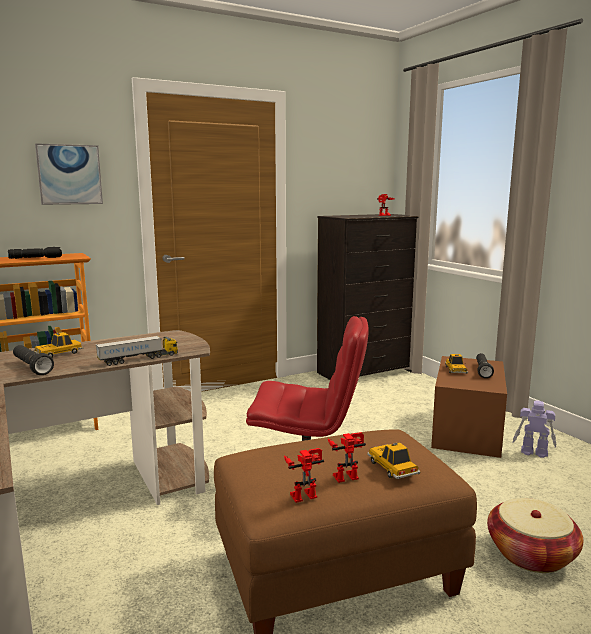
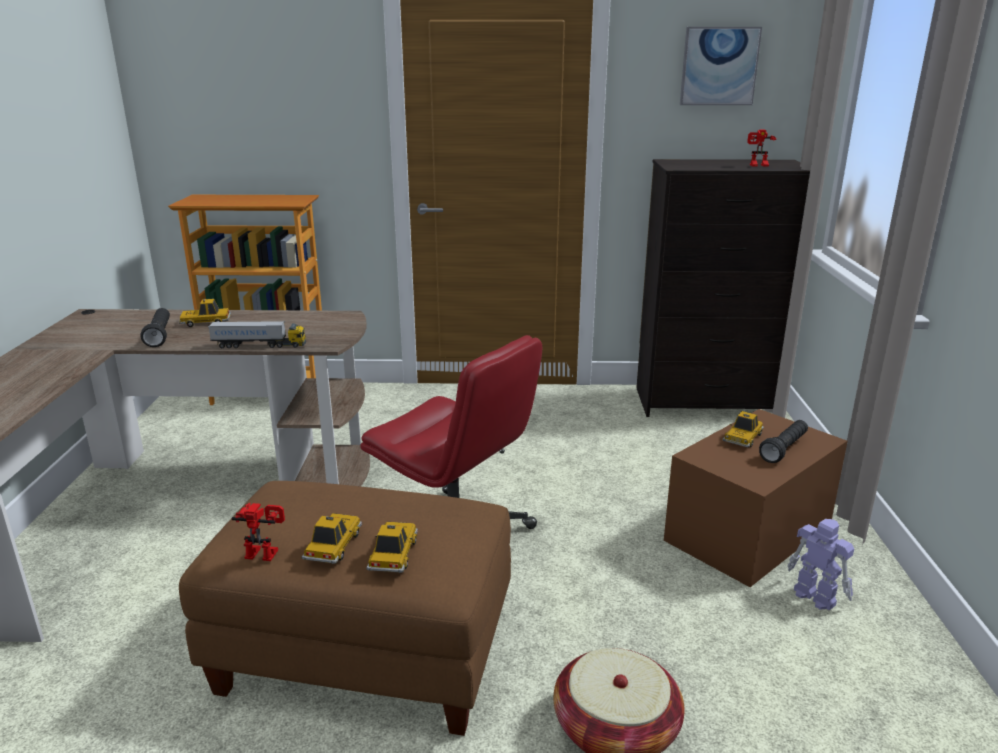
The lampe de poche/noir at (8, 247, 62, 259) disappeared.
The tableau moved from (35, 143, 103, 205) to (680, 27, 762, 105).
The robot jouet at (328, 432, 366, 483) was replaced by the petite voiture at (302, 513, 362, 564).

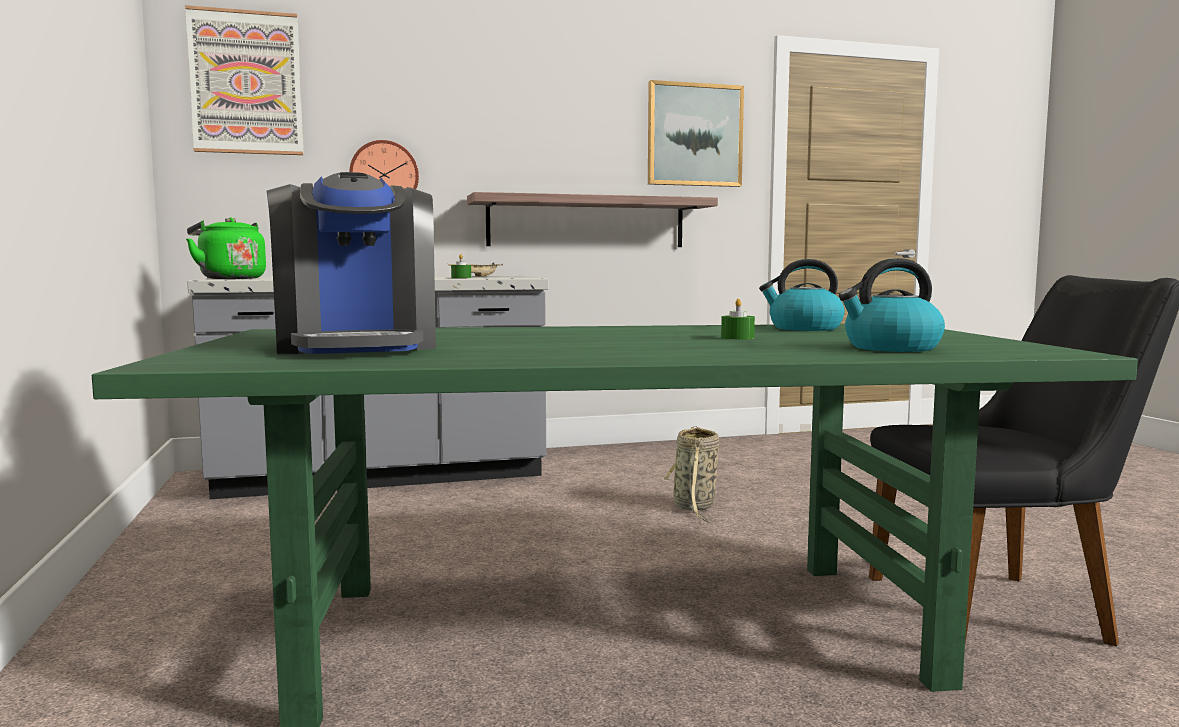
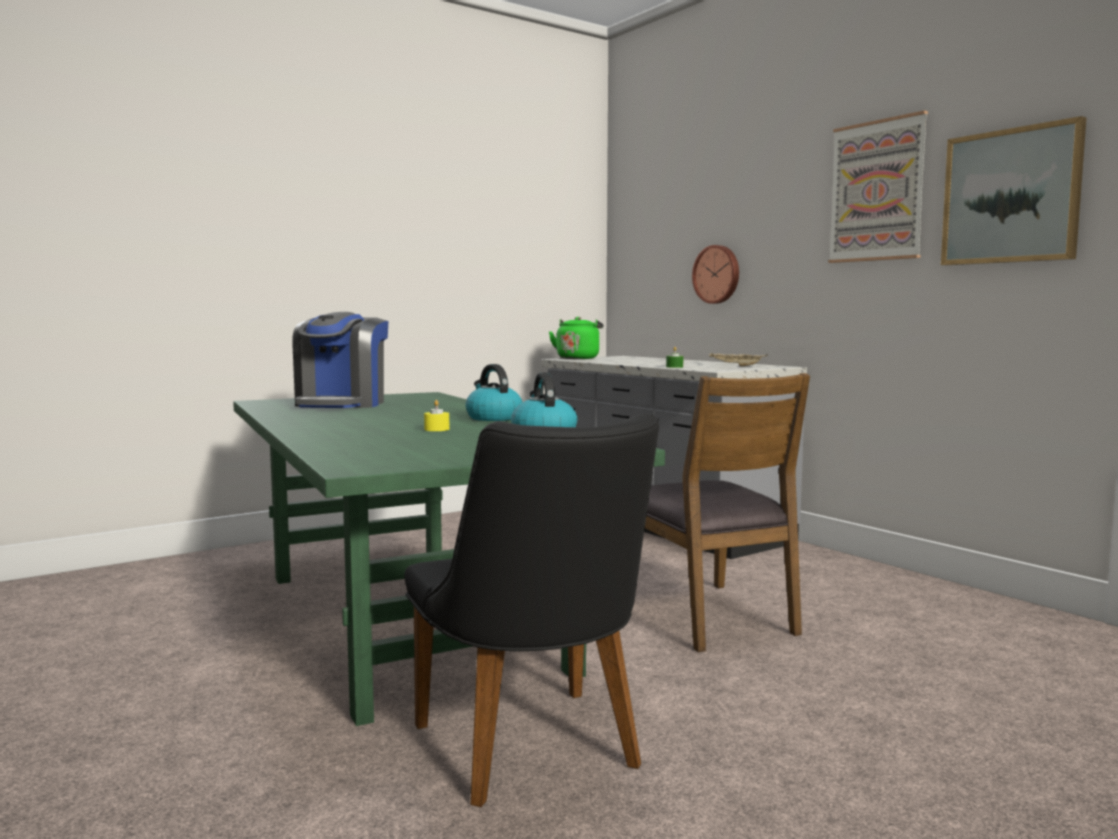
The tableau moved from (185, 5, 304, 155) to (828, 110, 928, 263).
The machine à café at (266, 172, 436, 354) turned 45 degrees counterclockwise.
The étagère at (467, 192, 718, 247) disappeared.
The panier at (662, 426, 719, 522) was replaced by the chaise/marron at (645, 373, 810, 652).
The bougie/vert at (721, 299, 755, 340) became the bougie/jaune at (424, 400, 449, 431).
The bouilloire moved from (839, 258, 945, 352) to (466, 364, 522, 421).

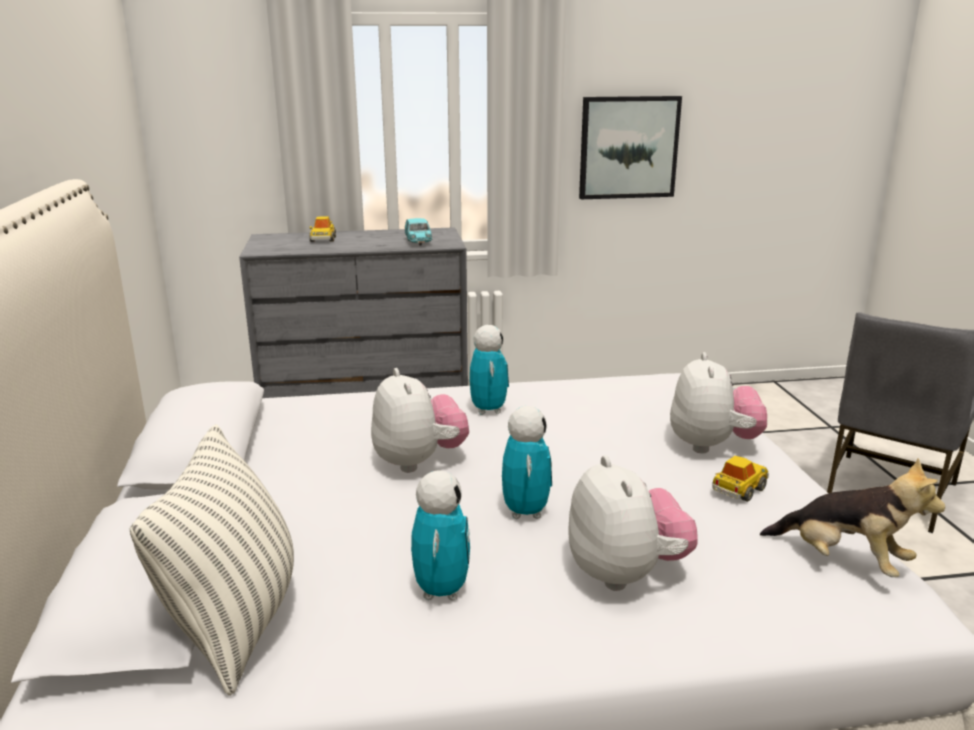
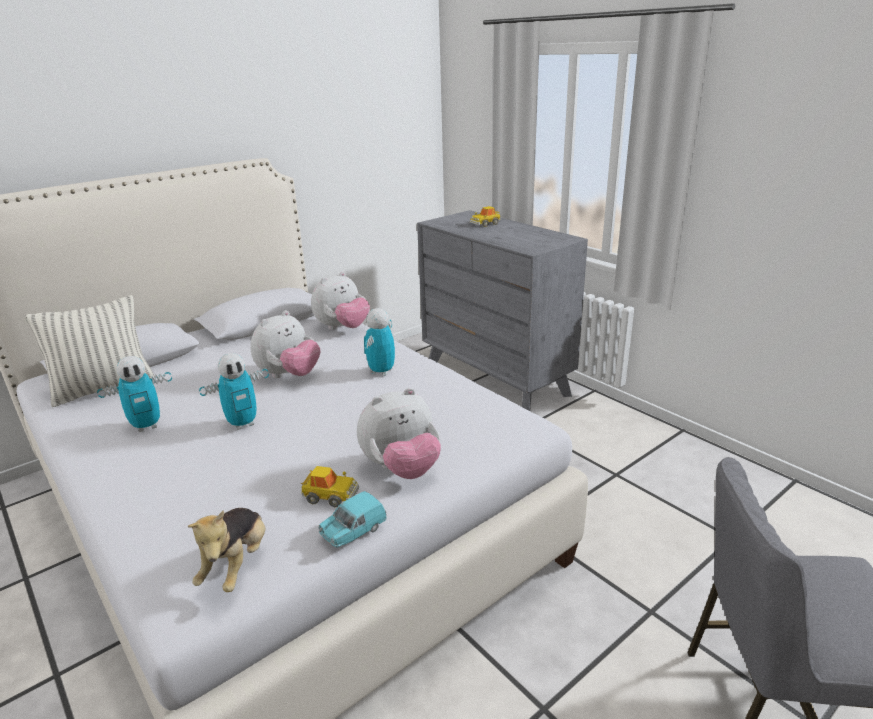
The petite voiture/turquoise moved from (405, 218, 432, 246) to (318, 491, 387, 548).
The robot jouet at (470, 325, 509, 415) turned 150 degrees clockwise.
The peluche moved from (569, 455, 698, 591) to (311, 272, 370, 330).
The tableau at (579, 96, 682, 199) disappeared.

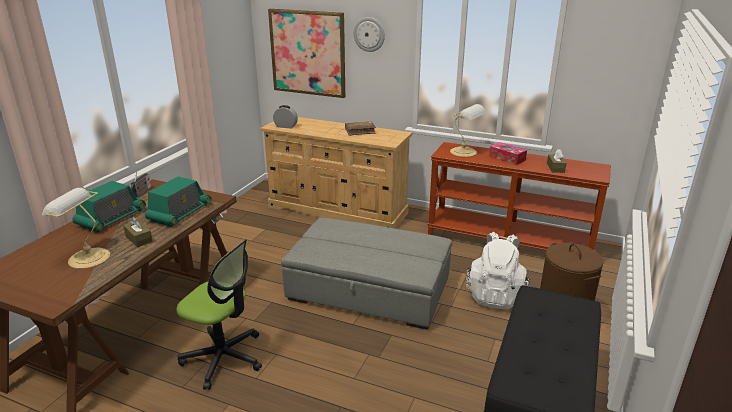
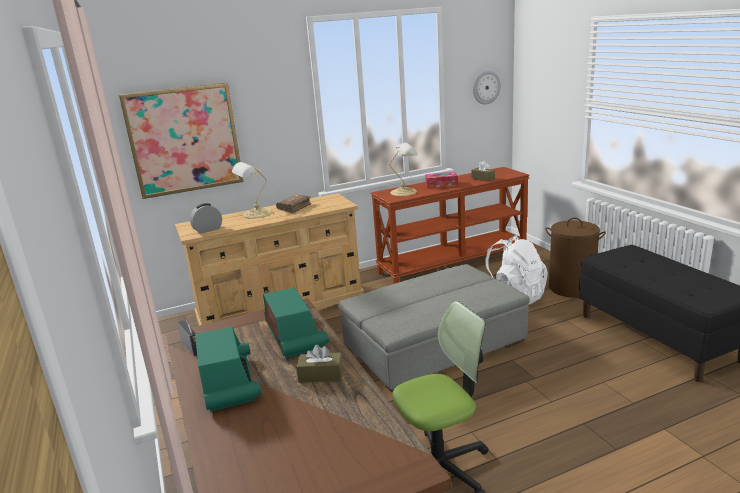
The lampe de table moved from (42, 188, 110, 269) to (232, 162, 273, 219).
The horloge murale moved from (354, 17, 385, 52) to (473, 71, 501, 104).

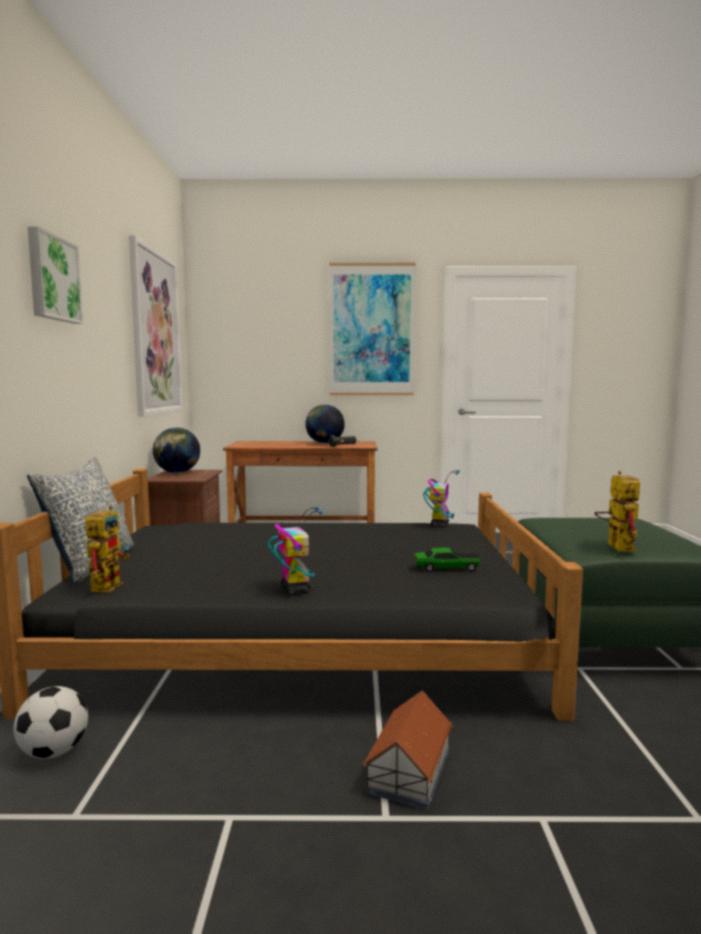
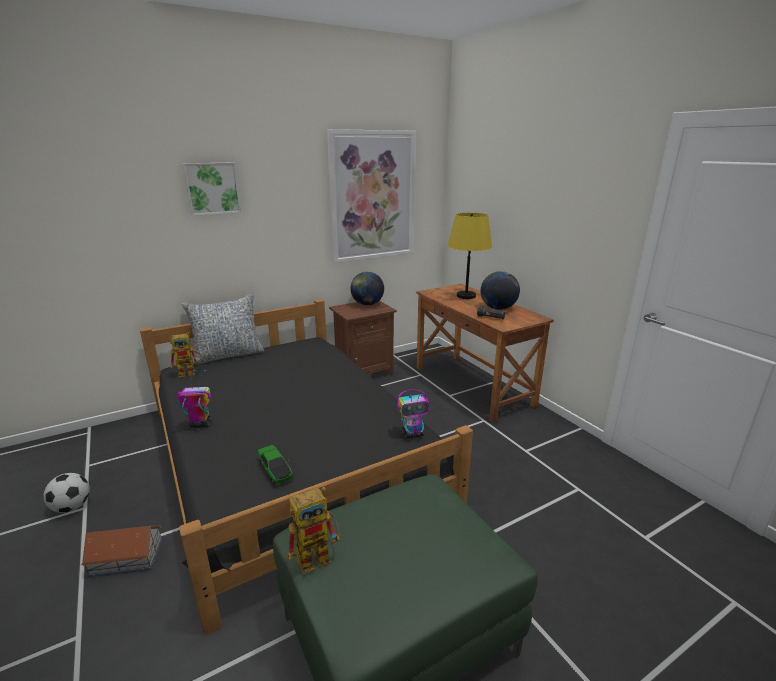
The ballon de foot moved from (13, 686, 88, 759) to (43, 473, 90, 513).
The robot jouet at (268, 507, 323, 594) turned 135 degrees counterclockwise.
The tableau at (329, 263, 416, 395) disappeared.
The lampe de table/jaune at (448, 213, 492, 299) appeared.

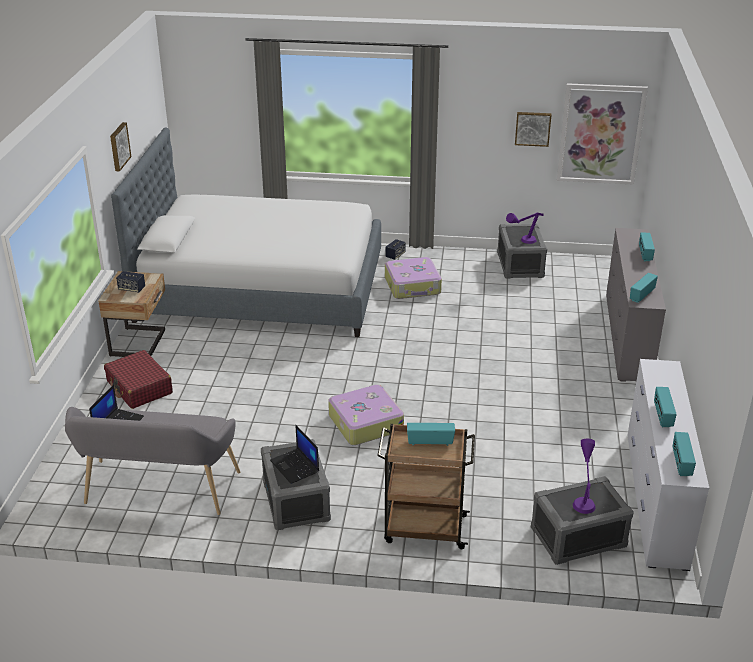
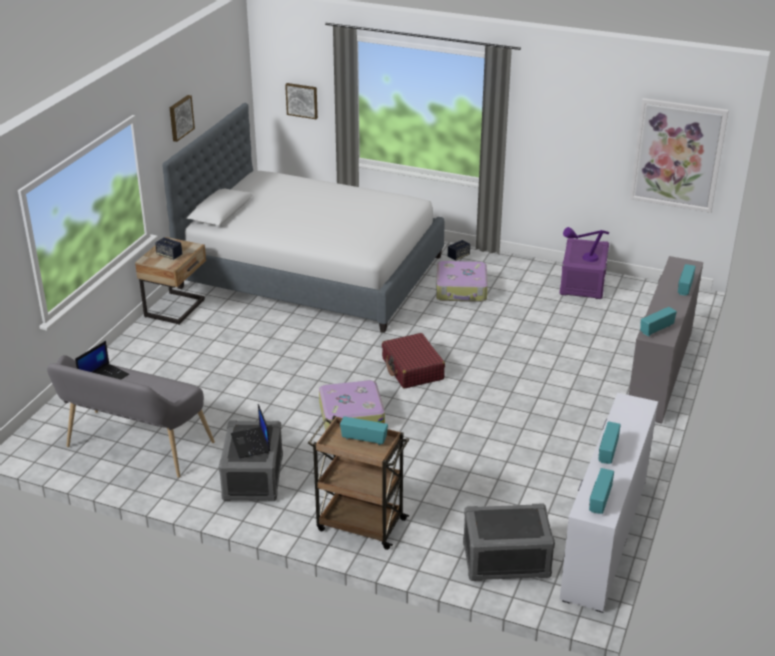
The valise/rouge moved from (104, 350, 173, 409) to (382, 333, 445, 389).
The boîte de rangement/gris at (497, 224, 547, 279) became the boîte de rangement/violet at (560, 238, 609, 299).
The tableau moved from (515, 112, 551, 147) to (285, 83, 318, 119).
The lampe de table/violet at (573, 439, 595, 514) disappeared.

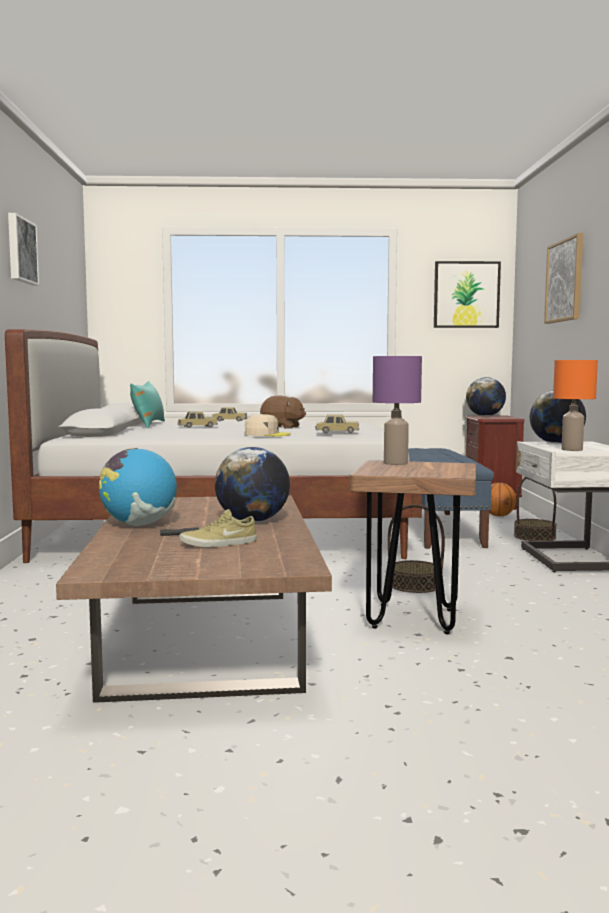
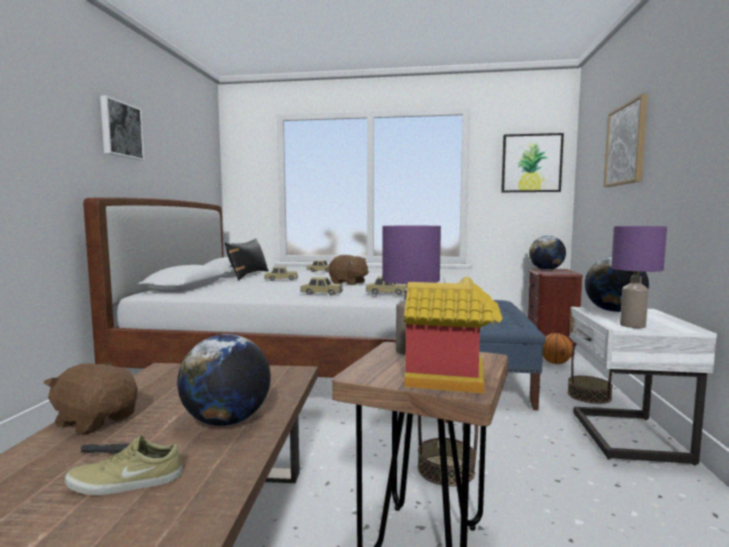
The globe at (99, 448, 177, 526) was replaced by the peluche/marron at (44, 362, 138, 435).
The coussin/turquoise at (130, 381, 165, 428) became the coussin/noir at (225, 239, 269, 281).
The casquette/beige at (245, 414, 291, 436) was replaced by the petite voiture at (300, 277, 343, 295).
The lampe de table/orange at (553, 360, 598, 451) became the lampe de table/violet at (611, 226, 667, 328).
The maison miniature at (404, 277, 503, 394) appeared.

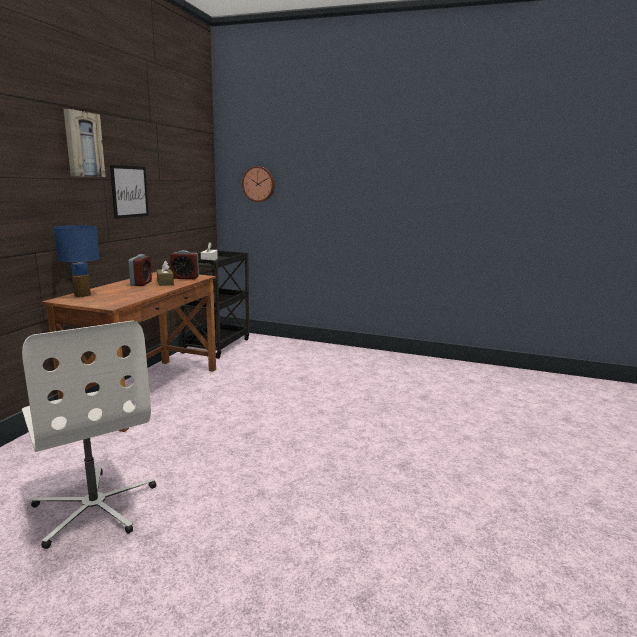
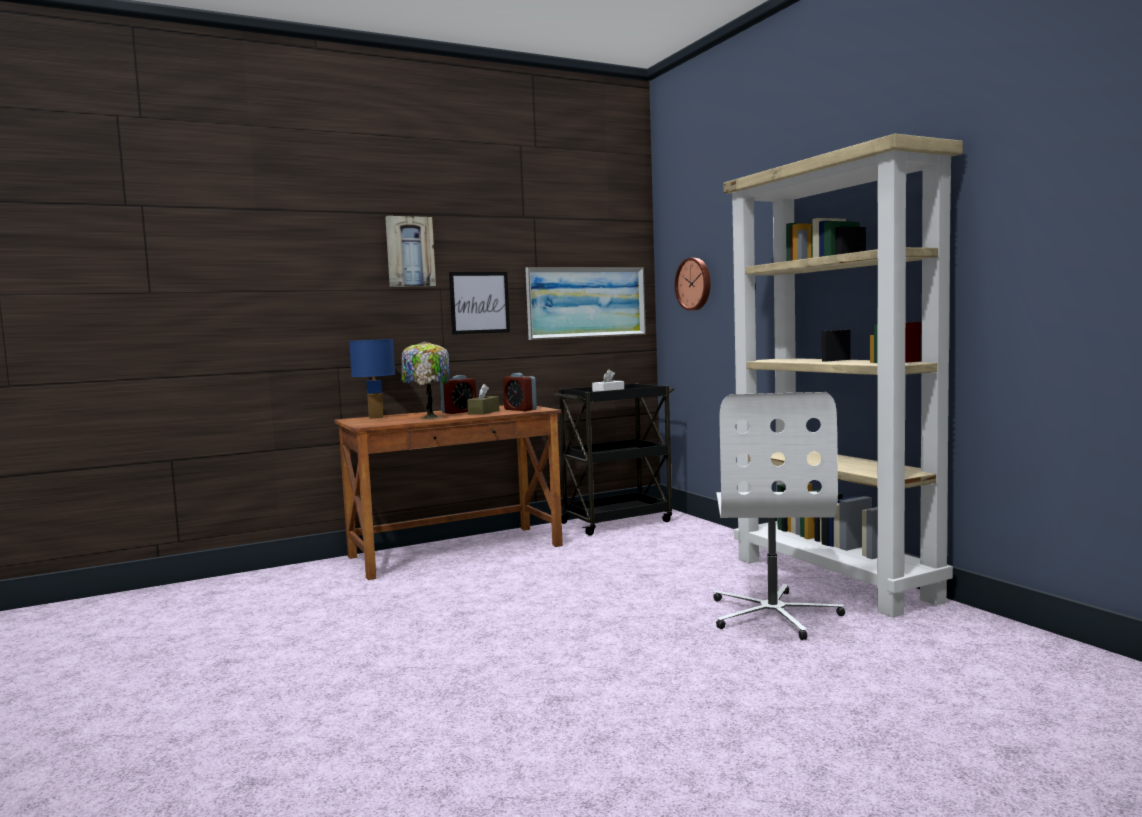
The chaise de bureau/blanc moved from (22, 321, 156, 549) to (713, 392, 845, 640).
The lampe de table at (401, 341, 450, 419) appeared.
The tableau at (525, 267, 646, 340) appeared.
The bibliothèque/beige at (723, 134, 963, 617) appeared.

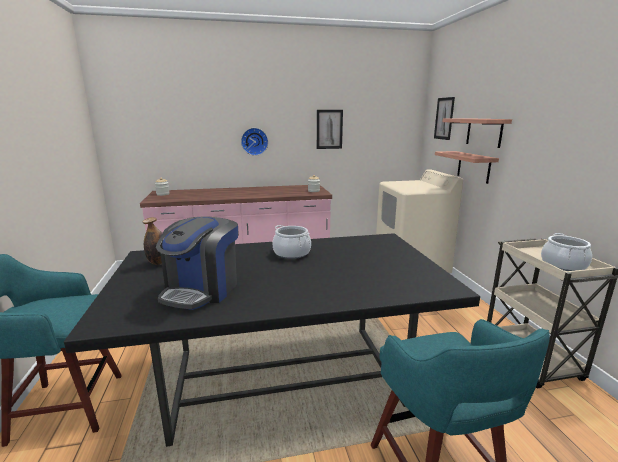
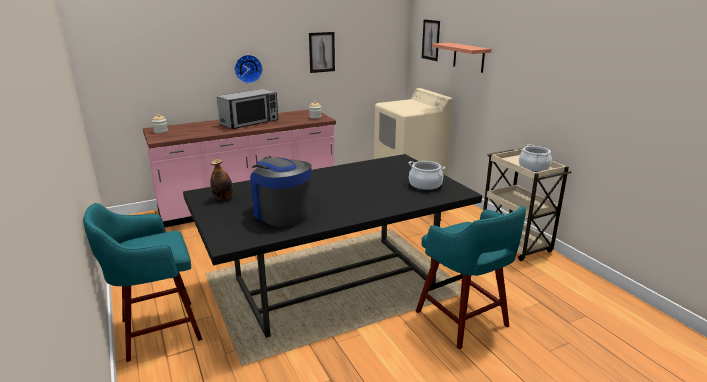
The machine à café at (156, 217, 238, 310) turned 135 degrees clockwise.
The marmite moved from (272, 225, 311, 259) to (409, 161, 445, 190).
The étagère at (435, 151, 499, 184) disappeared.
The micro-ondes at (217, 89, 278, 129) appeared.

